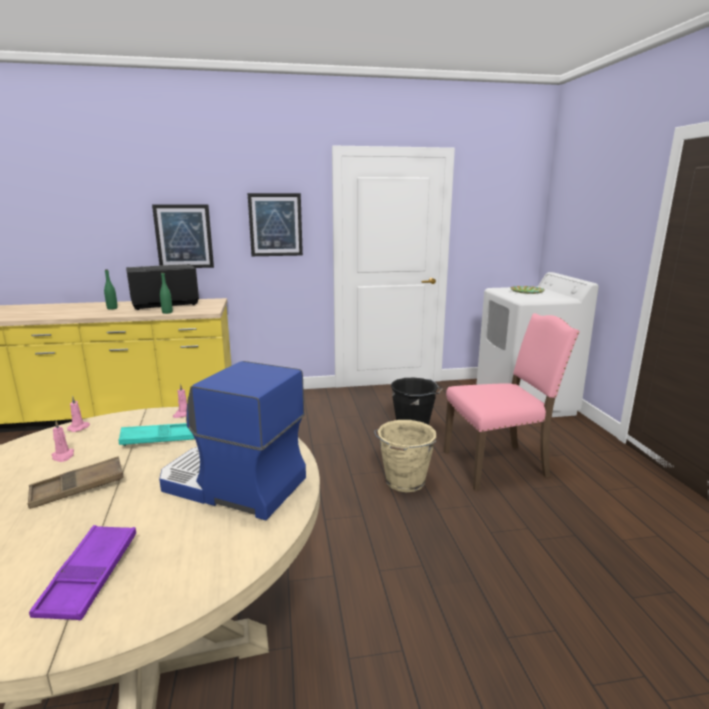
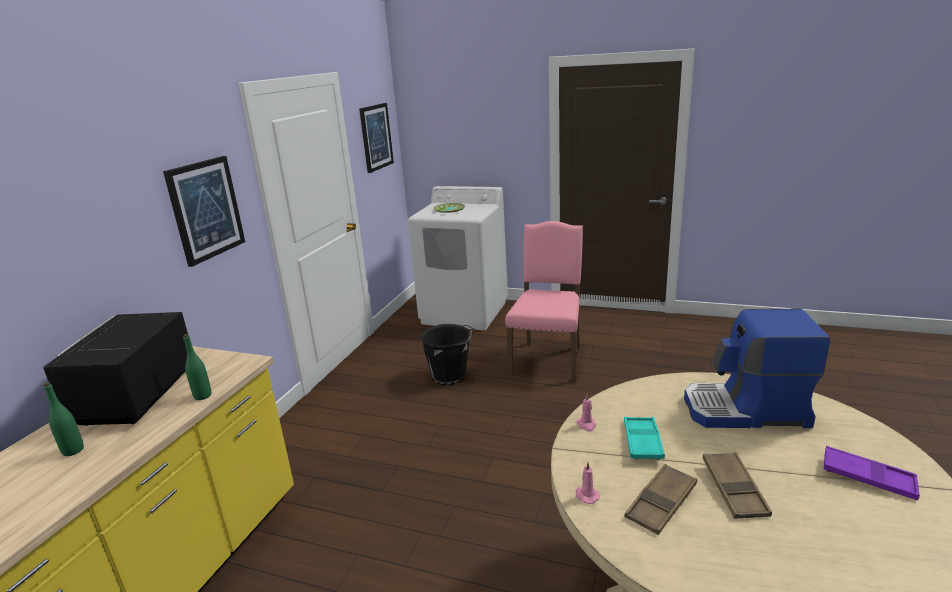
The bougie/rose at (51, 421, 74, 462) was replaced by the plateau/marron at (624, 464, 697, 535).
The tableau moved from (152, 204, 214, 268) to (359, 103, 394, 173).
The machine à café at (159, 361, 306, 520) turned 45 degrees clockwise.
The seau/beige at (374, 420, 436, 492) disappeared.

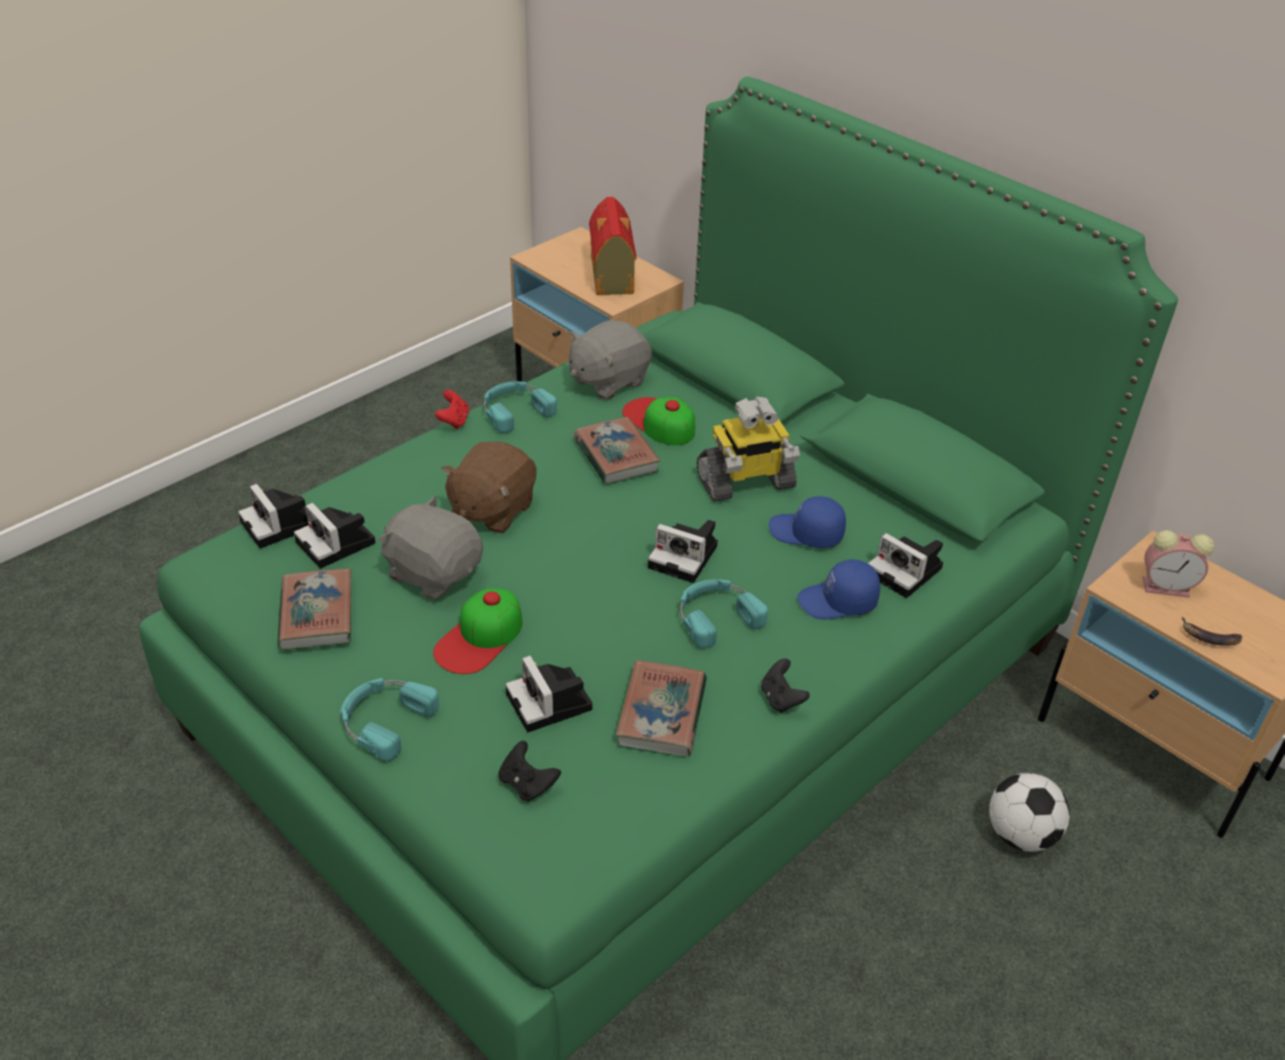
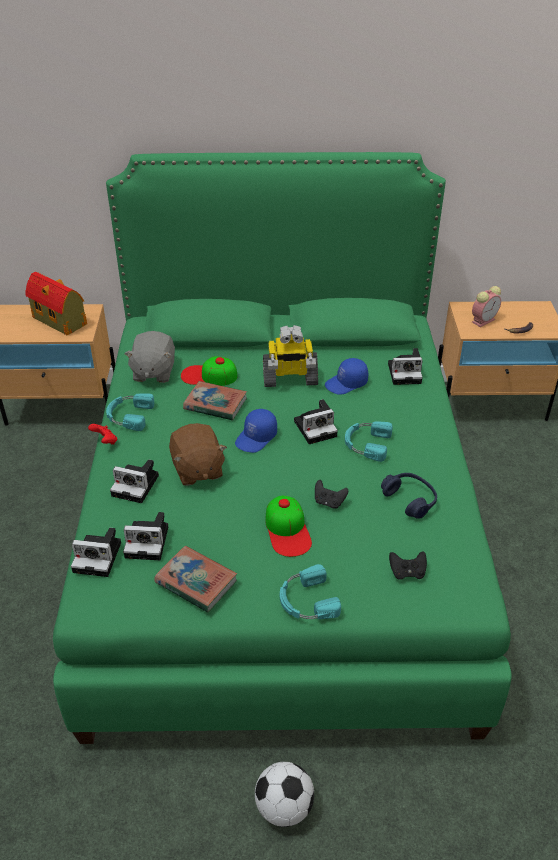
The peluche/gris at (378, 496, 483, 600) disappeared.
The appareil photo moved from (506, 655, 593, 732) to (110, 460, 159, 503).
The livre at (616, 660, 707, 757) was replaced by the casque audio/bleu at (381, 473, 437, 519).
The robot jouet at (697, 396, 800, 502) turned 60 degrees clockwise.
The manette/noir moved from (761, 658, 810, 713) to (315, 480, 348, 509).
The casquette/bleu moved from (797, 559, 880, 620) to (235, 409, 277, 453).
The ballon de foot moved from (989, 773, 1070, 852) to (255, 762, 314, 827).

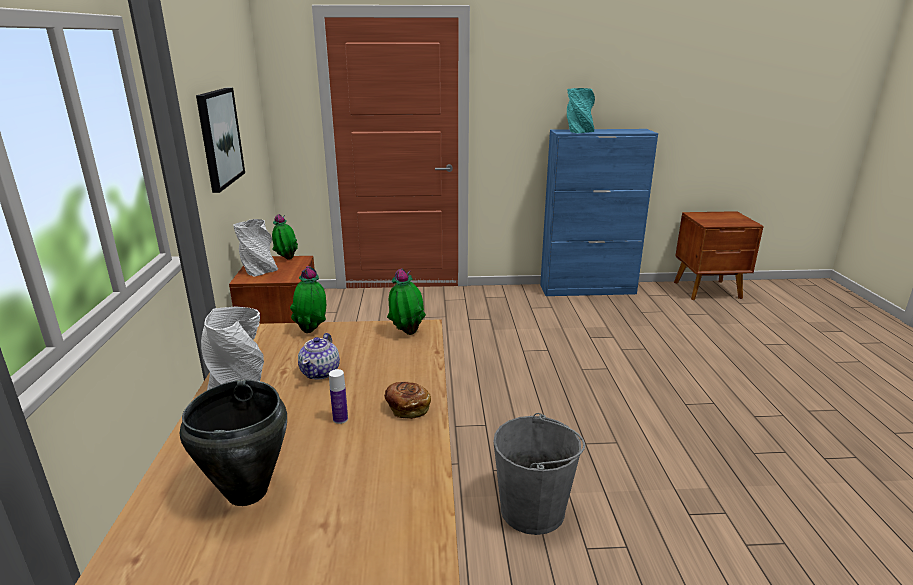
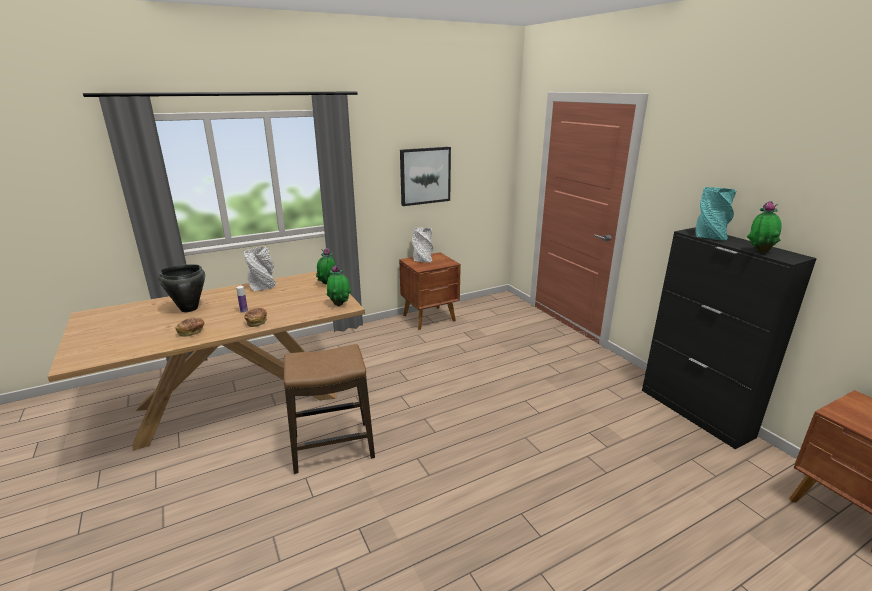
The plante en pot moved from (272, 214, 298, 260) to (747, 201, 782, 253).
The théière at (298, 333, 340, 379) disappeared.
The seau/gris at (493, 413, 585, 535) was replaced by the tabouret at (284, 344, 375, 474).
The meuble de rangement/bleu at (540, 129, 658, 296) became the meuble de rangement/noir at (642, 227, 817, 449).
The pain at (175, 318, 204, 337) appeared.

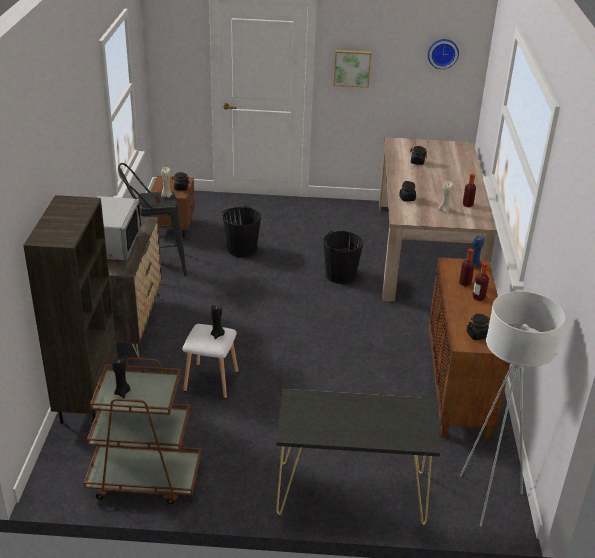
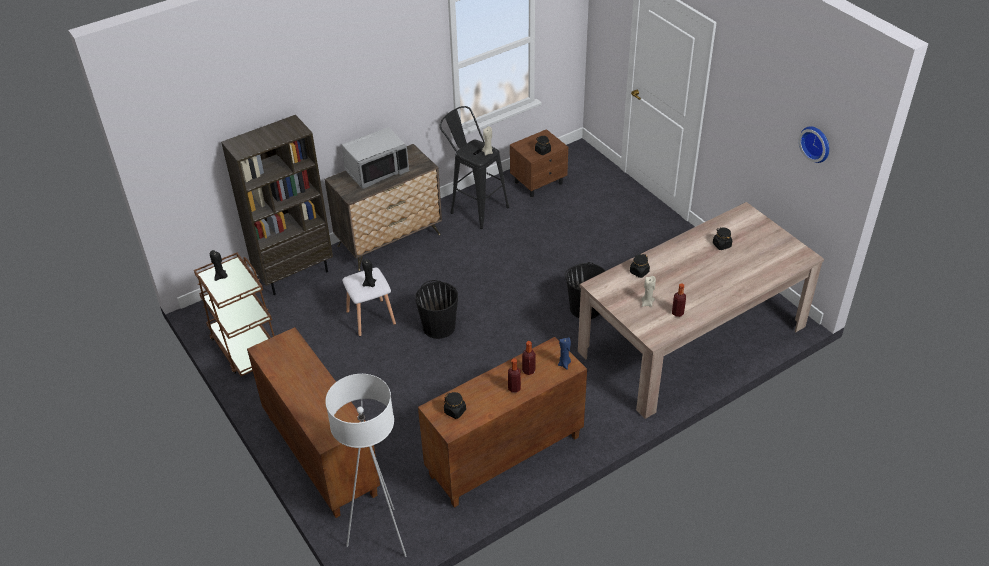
The seau/noir moved from (222, 205, 261, 257) to (415, 280, 458, 339).
The table console/noir at (276, 389, 440, 525) was replaced by the meuble de rangement/marron at (247, 327, 380, 518).
The tableau at (334, 50, 371, 88) disappeared.

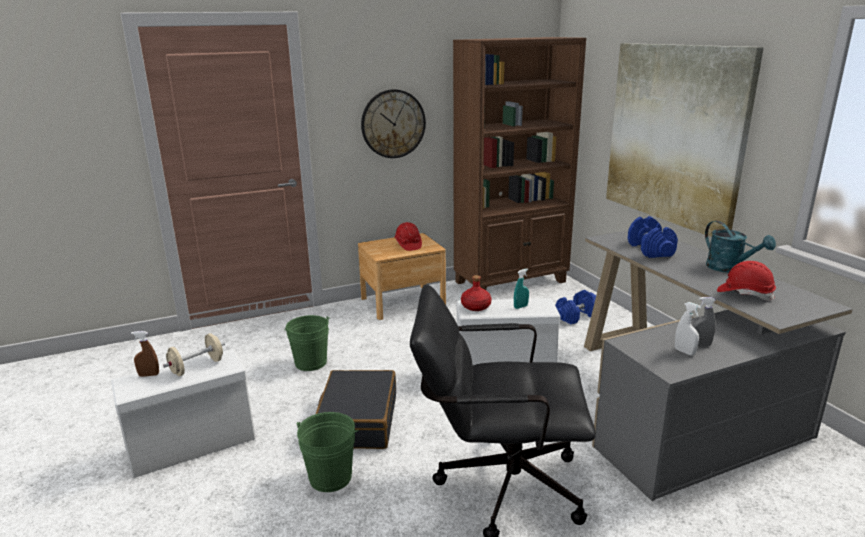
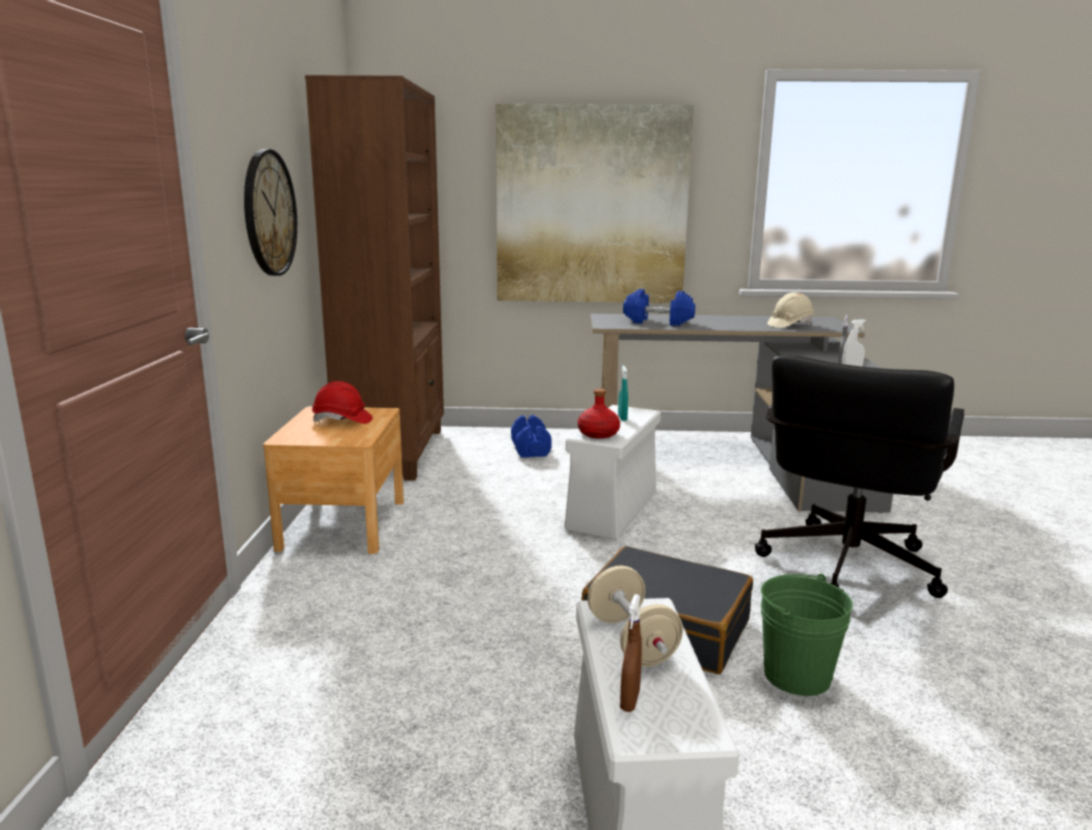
The seau/vert at (284, 315, 331, 371) disappeared.
The arrosoir/turquoise at (705, 221, 776, 273) disappeared.
The casque de chantier/rouge at (717, 261, 776, 301) became the casque de chantier/beige at (767, 292, 815, 328).

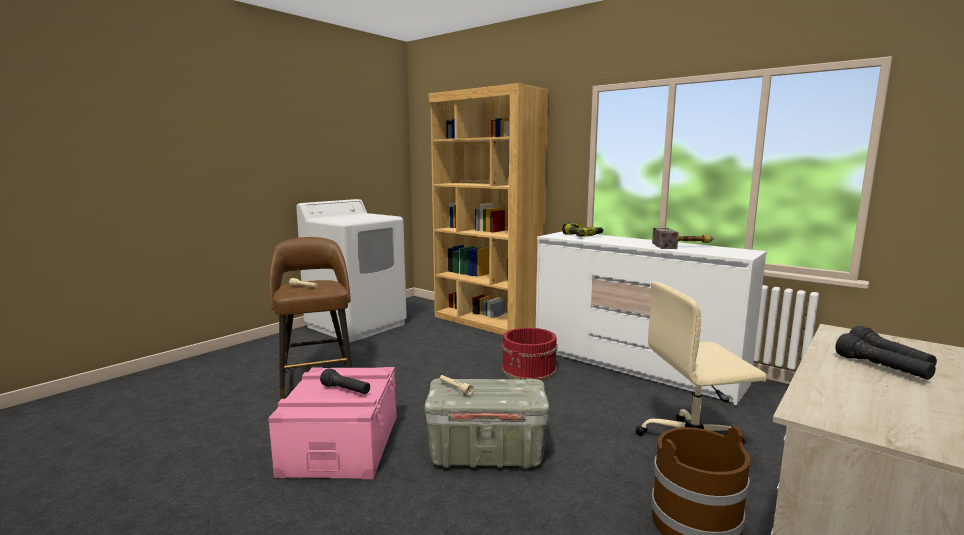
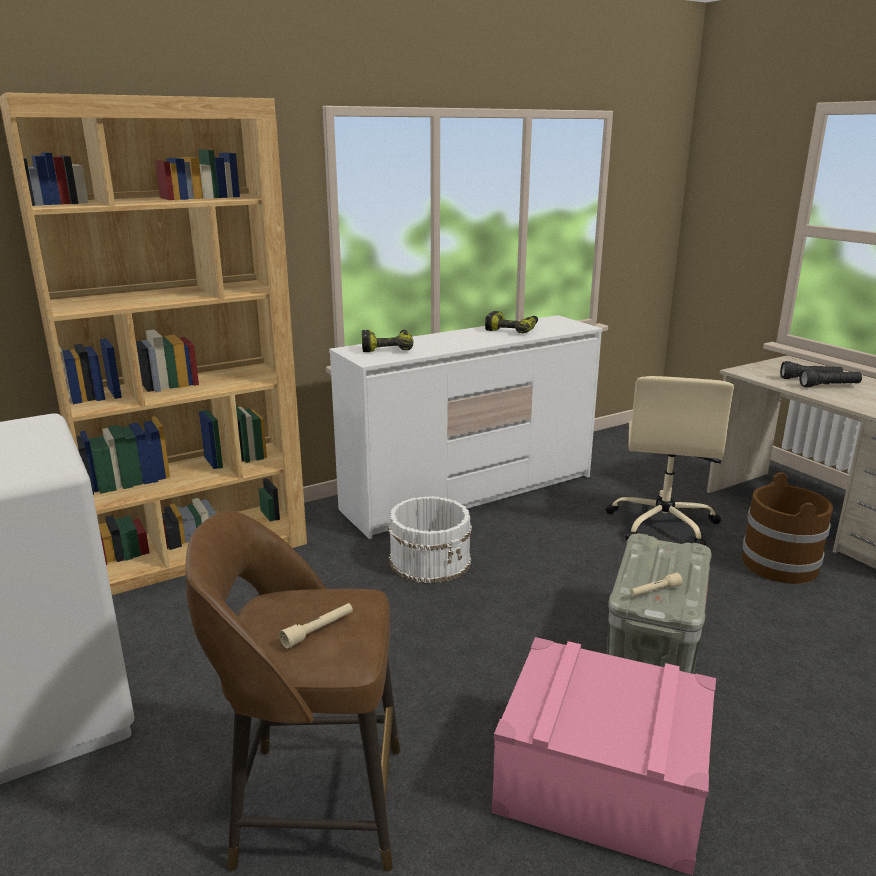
The lampe de poche/noir at (320, 368, 370, 394) disappeared.
The seau/rouge at (501, 327, 558, 381) became the seau/blanc at (388, 496, 472, 584).
The marteau at (652, 228, 714, 249) was replaced by the perceuse at (485, 311, 538, 333).

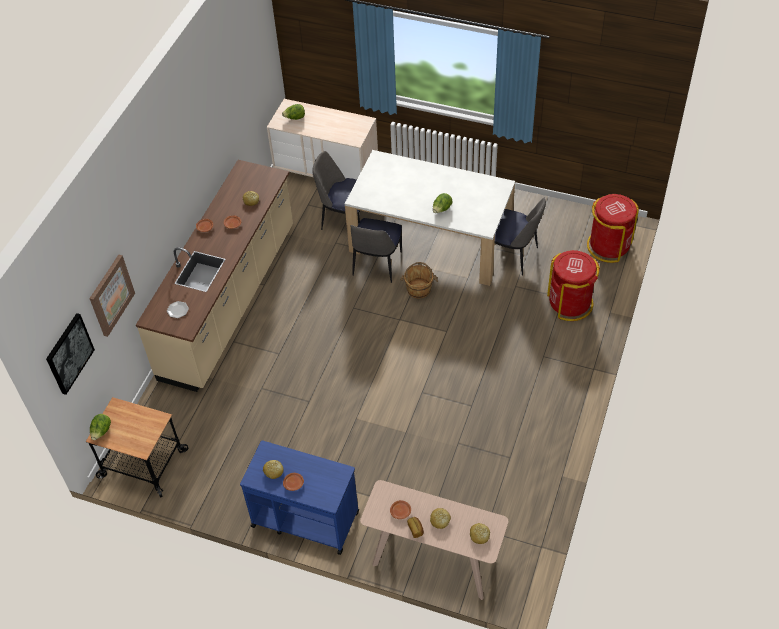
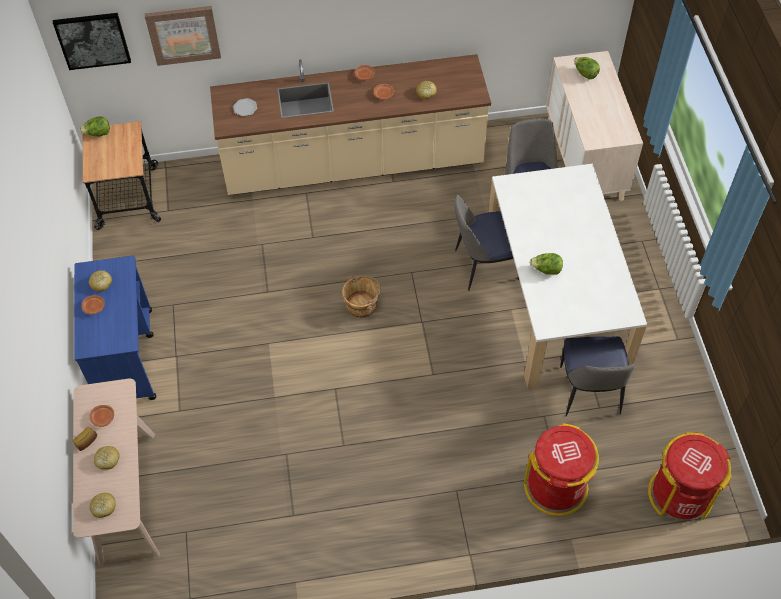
The seau/marron moved from (400, 262, 438, 298) to (342, 275, 381, 318).

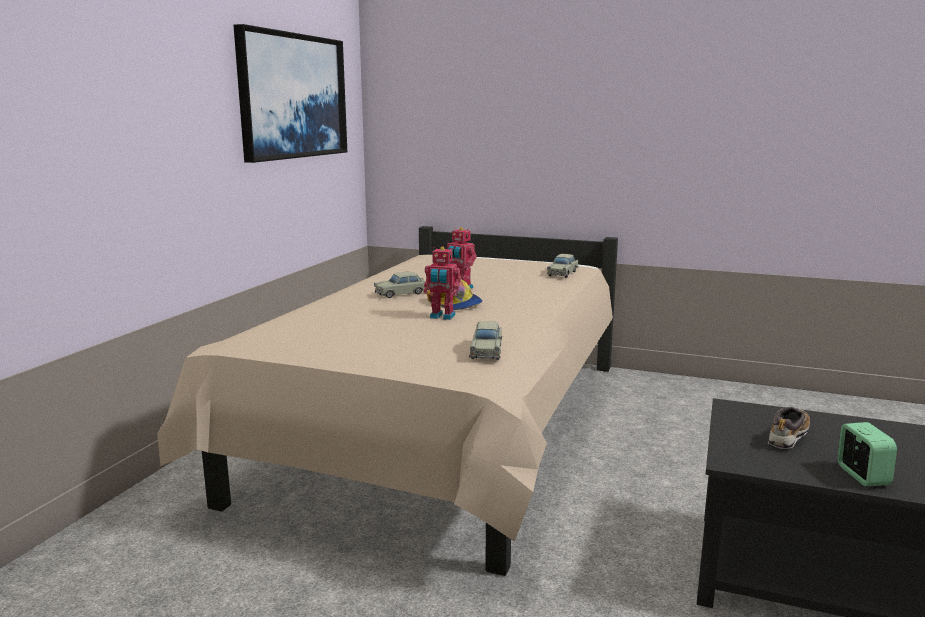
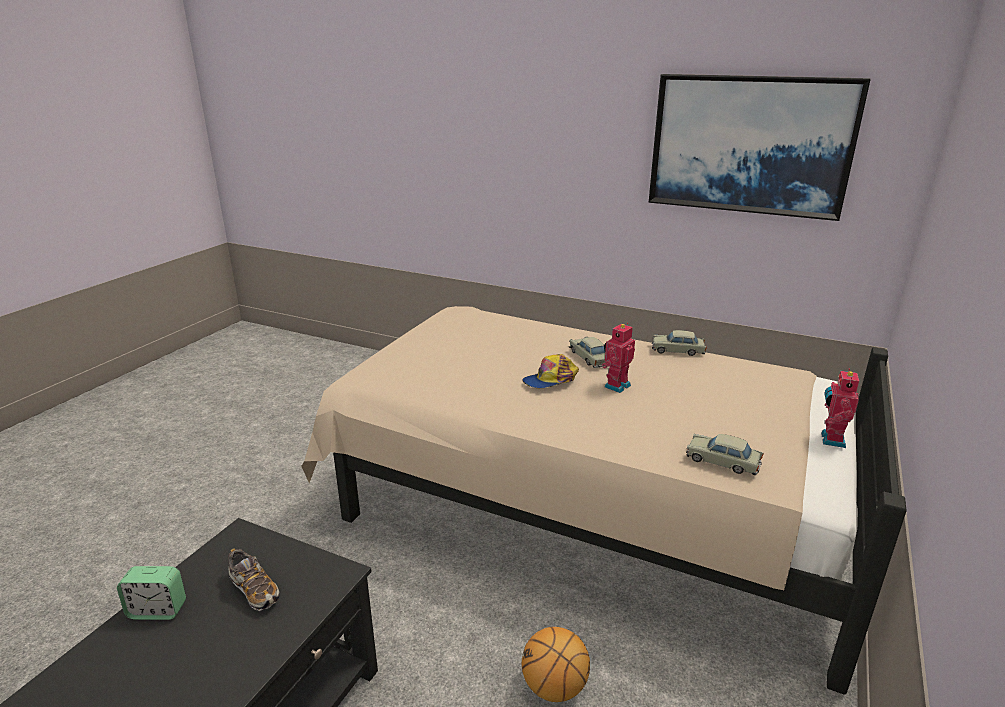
The robot jouet moved from (424, 246, 461, 320) to (821, 369, 859, 448).
The petite voiture/beige moved from (469, 321, 502, 360) to (652, 330, 707, 356).
The ballon de basket at (522, 627, 590, 702) appeared.

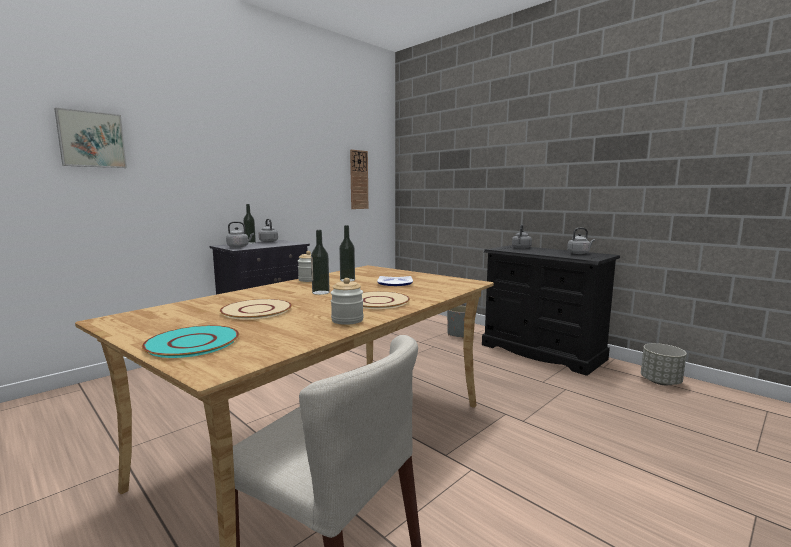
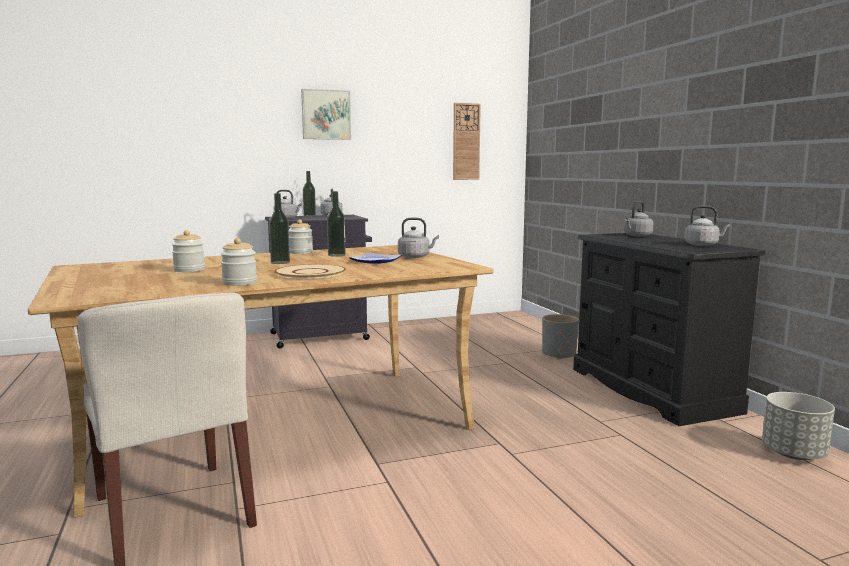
The tableau moved from (54, 107, 127, 168) to (301, 89, 351, 140).
The assiette/turquoise at (142, 325, 239, 358) disappeared.
The assiette/beige at (220, 299, 292, 320) was replaced by the bocal at (171, 230, 205, 272).
The bouilloire/gris at (398, 218, 439, 258) appeared.

